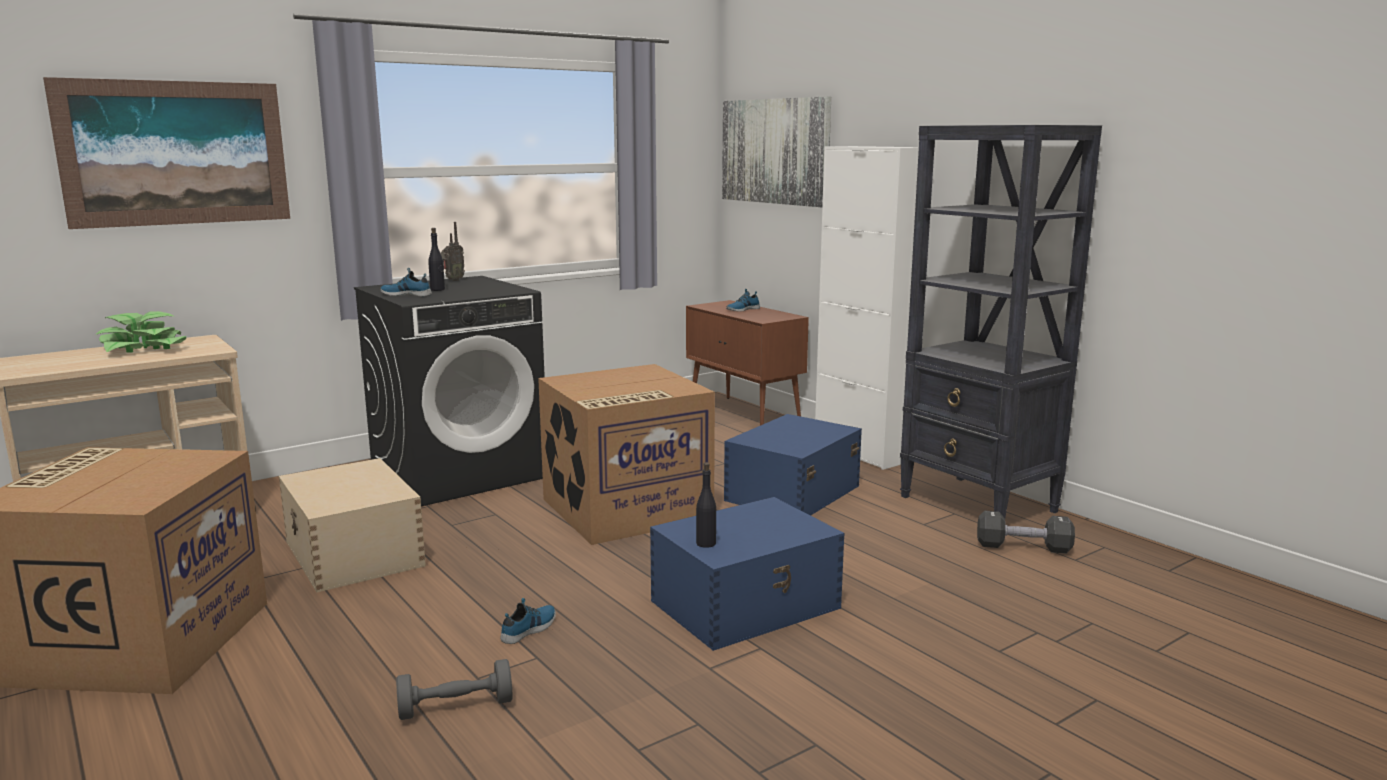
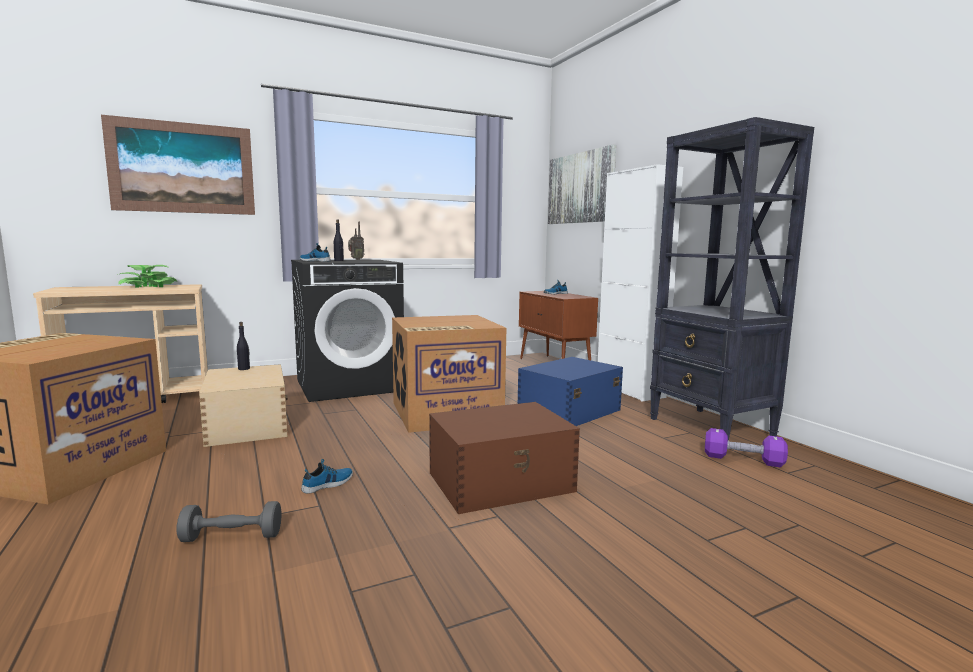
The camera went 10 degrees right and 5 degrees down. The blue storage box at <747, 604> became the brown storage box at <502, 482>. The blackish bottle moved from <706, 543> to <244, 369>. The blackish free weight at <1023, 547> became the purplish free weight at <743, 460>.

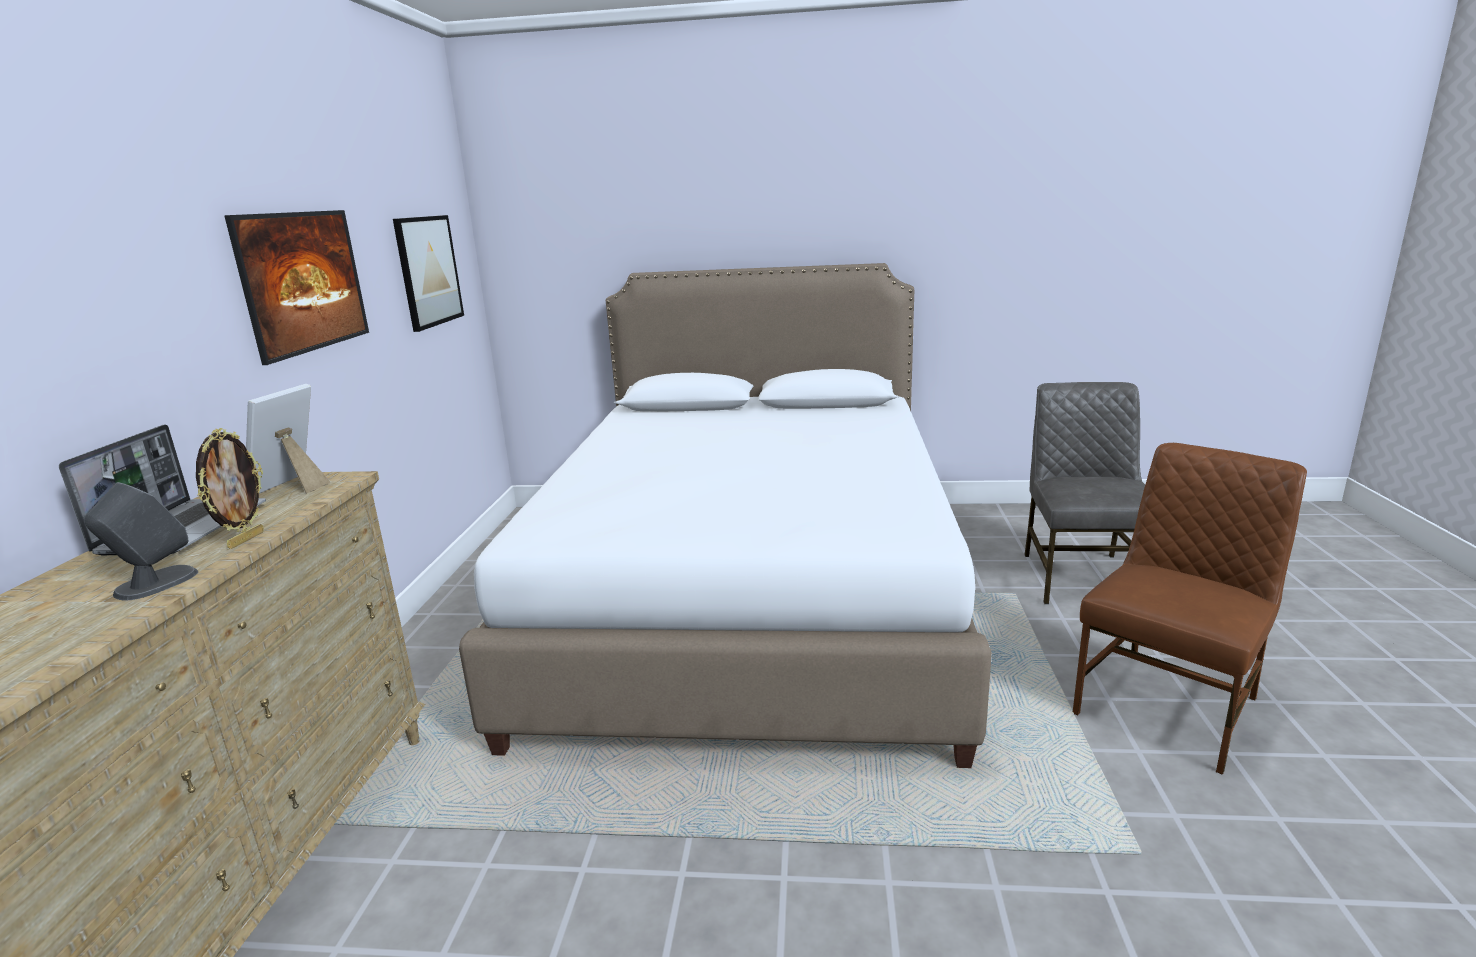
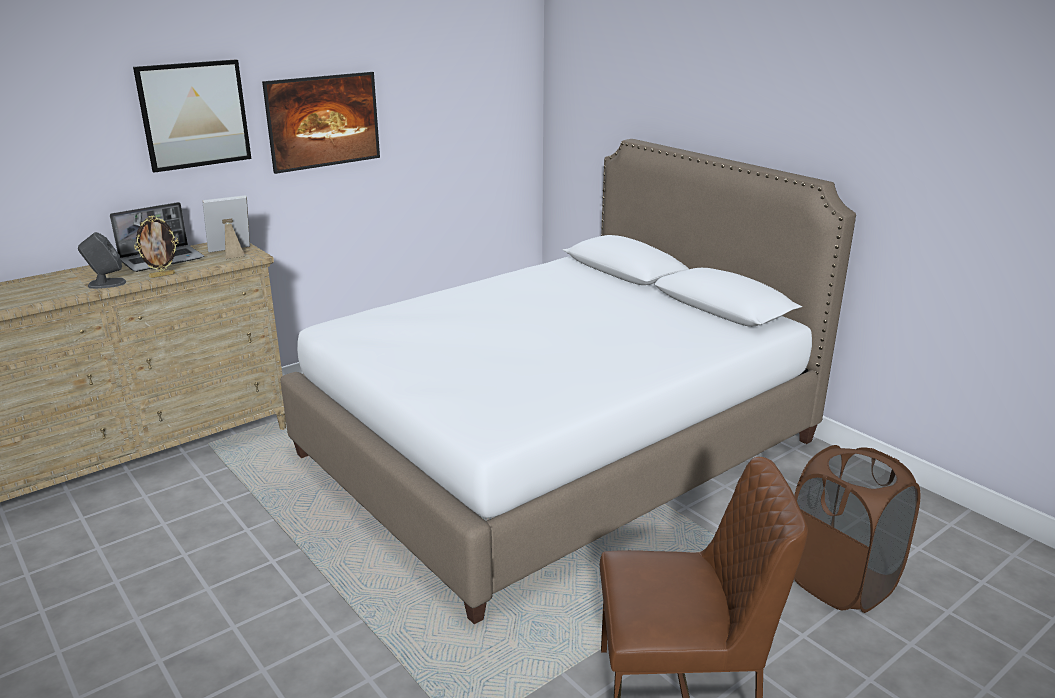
The camera went 45 degrees right and 5 degrees up. The wall picture moved from <428, 271> to <194, 115>. The greyish plain chair at <1083, 577> was replaced by the brown washing basket at <840, 582>.

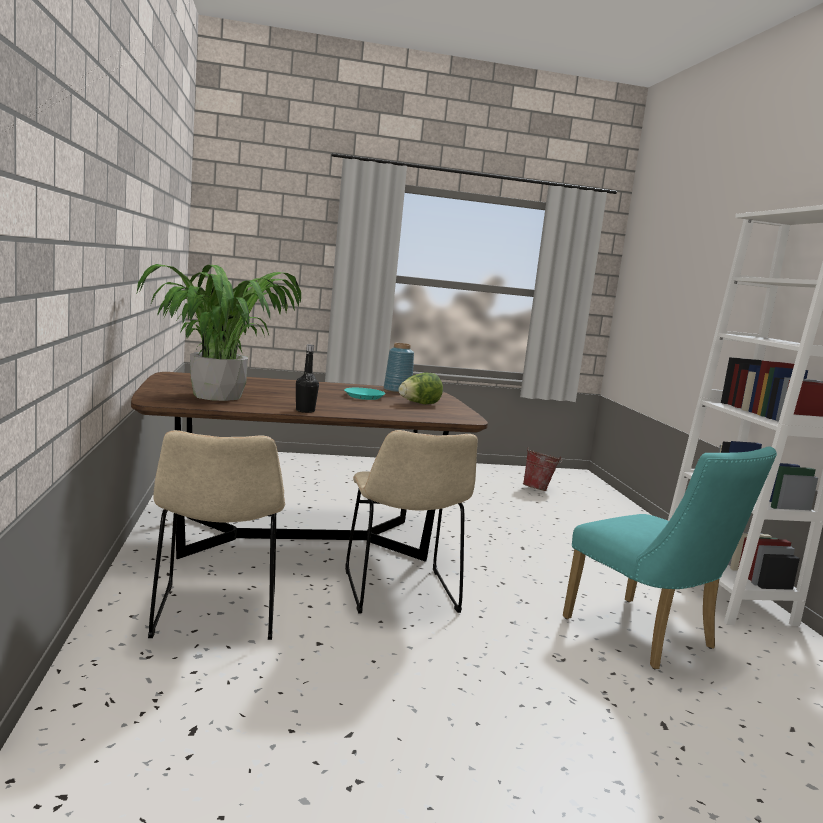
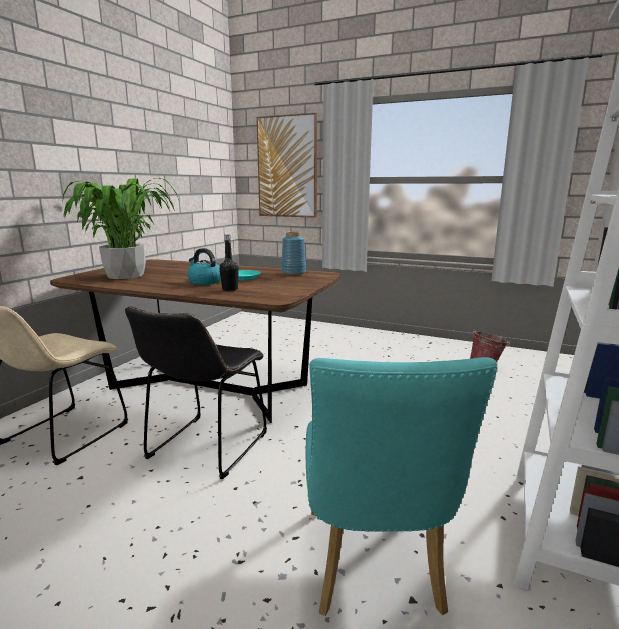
The camera went 35 degrees right and 5 degrees up. The blackish bottle moved from <305, 411> to <230, 289>. The beige plain chair at <401, 594> became the blackish plain chair at <205, 449>. The head of lettuce at <419, 404> disappeared. The kettle at <205, 281> appeared. The wall picture at <287, 167> appeared.

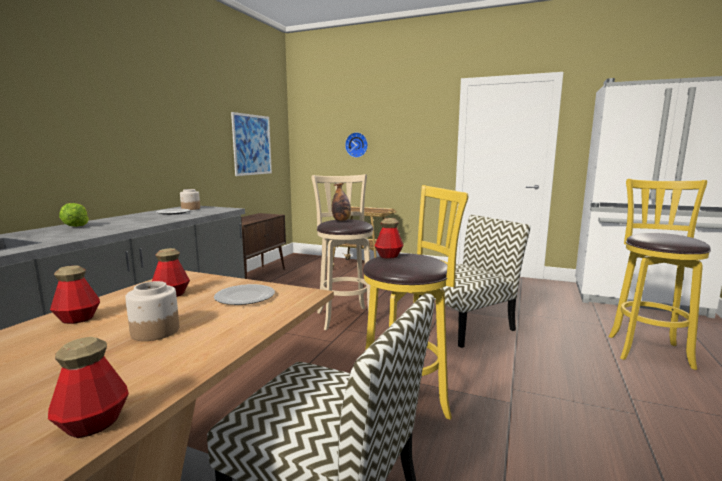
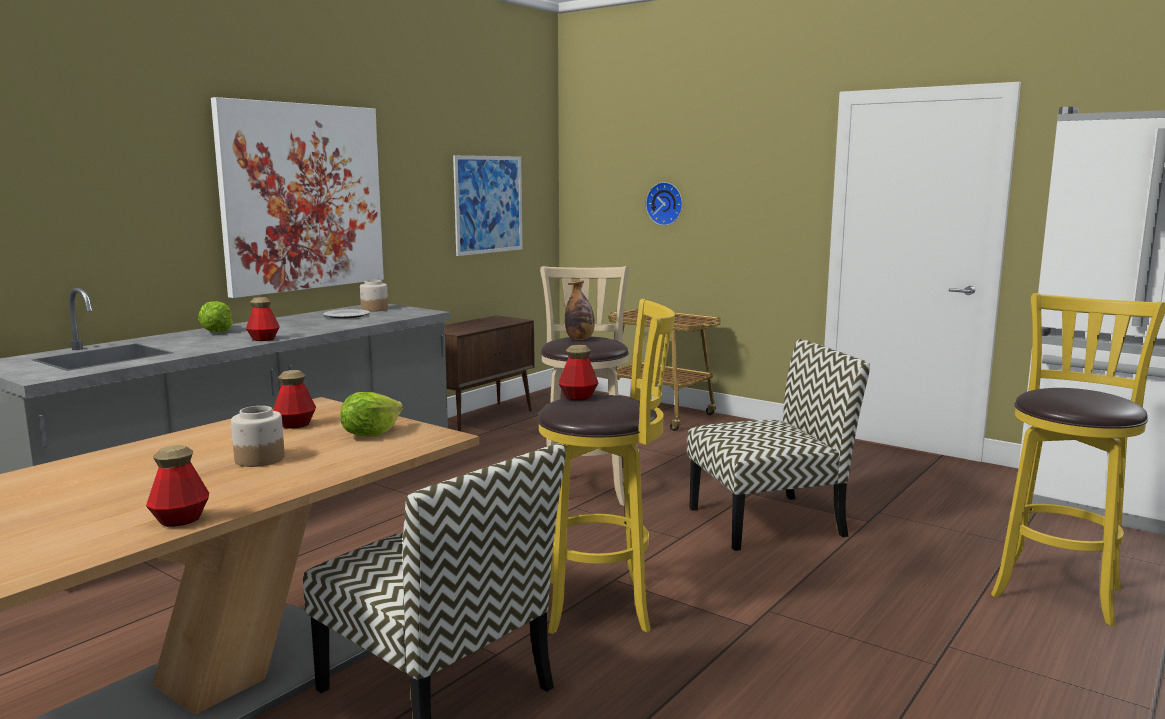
The camera went 15 degrees right and 0 degrees up. The bottle moved from <78, 319> to <263, 339>. The flat dish at <244, 297> was replaced by the head of lettuce at <370, 434>. The wall picture at <303, 197> appeared.

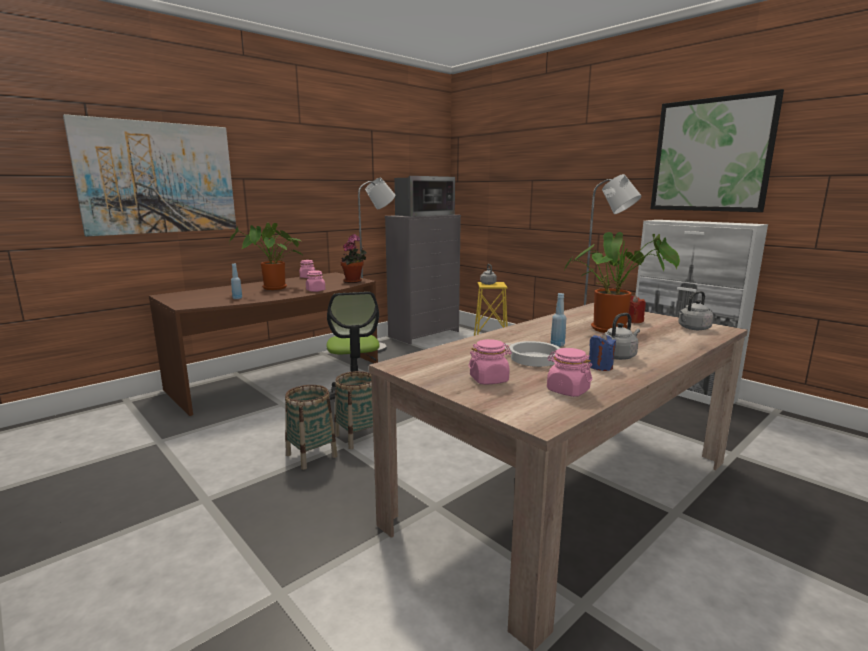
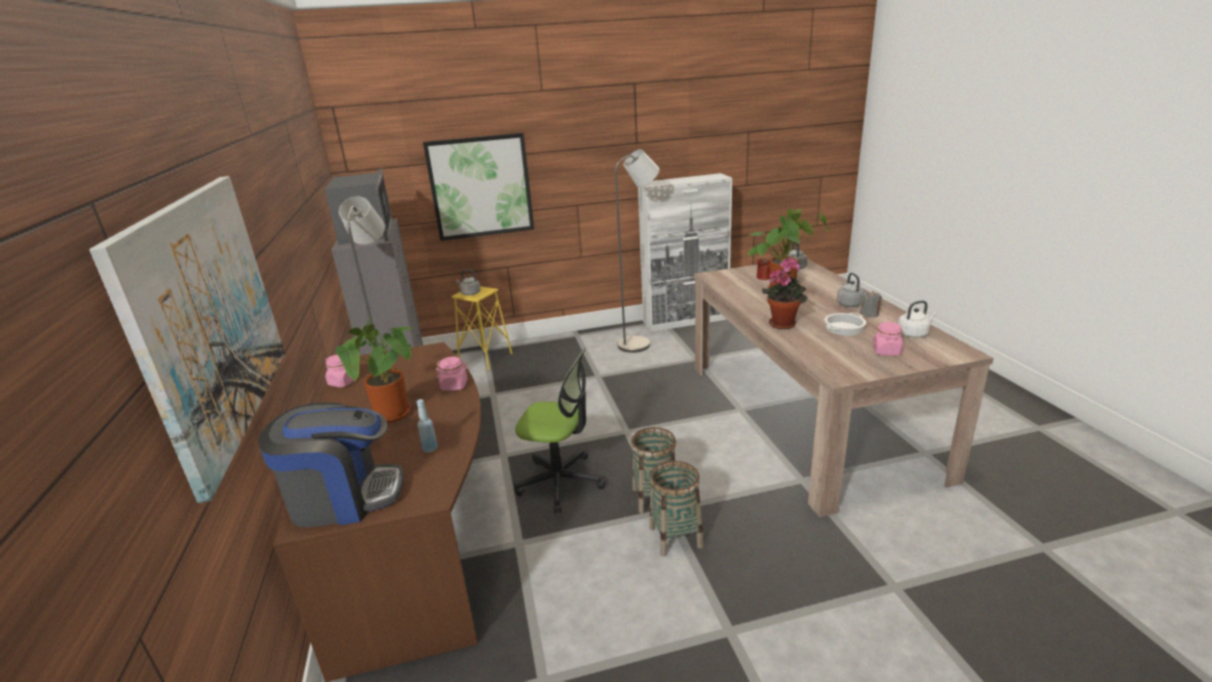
The camera went 60 degrees left and 10 degrees up. The houseplant moved from <354, 281> to <783, 323>. The pinkish jar at <567, 390> was replaced by the white kettle at <913, 334>. The blue bottle at <557, 345> disappeared. The blue candle at <600, 367> became the greyish candle at <869, 314>. The wall picture moved from <711, 155> to <481, 187>. The coffee maker at <344, 497> appeared.

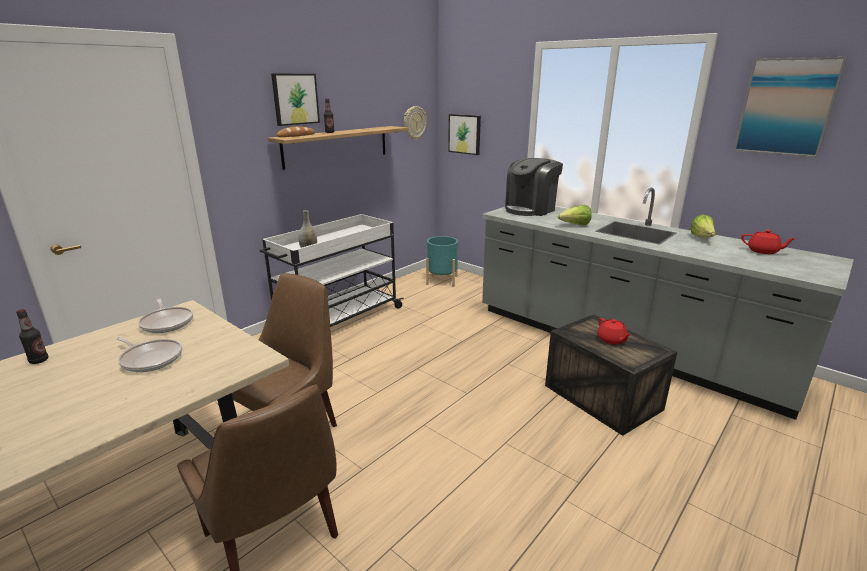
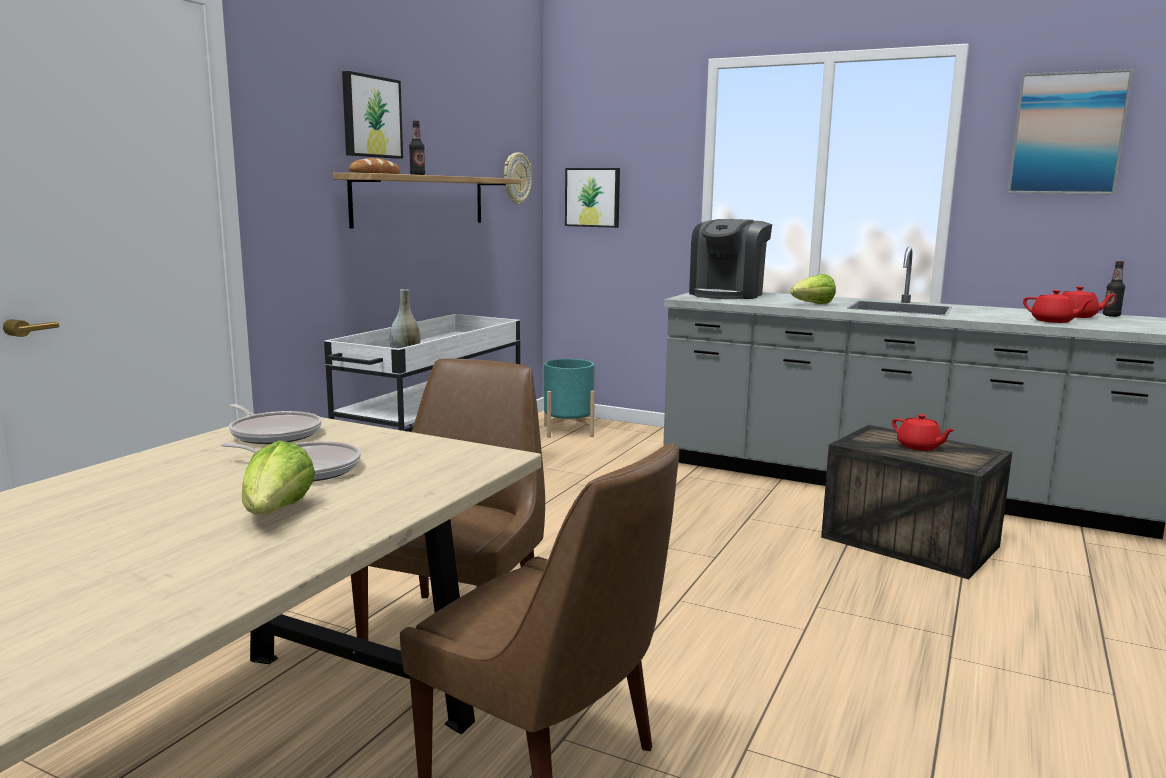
The camera went 15 degrees left and 10 degrees down. The bottle moved from <39, 360> to <1111, 315>. The head of lettuce moved from <702, 238> to <277, 514>. The red-coloured tea pot at <1053, 321> appeared.

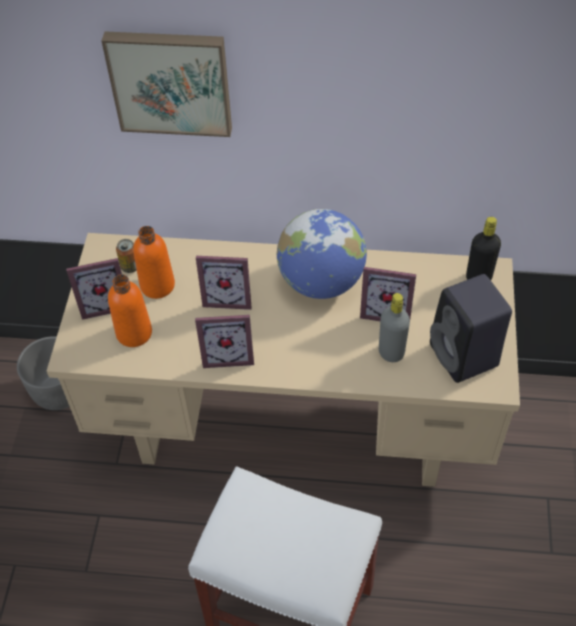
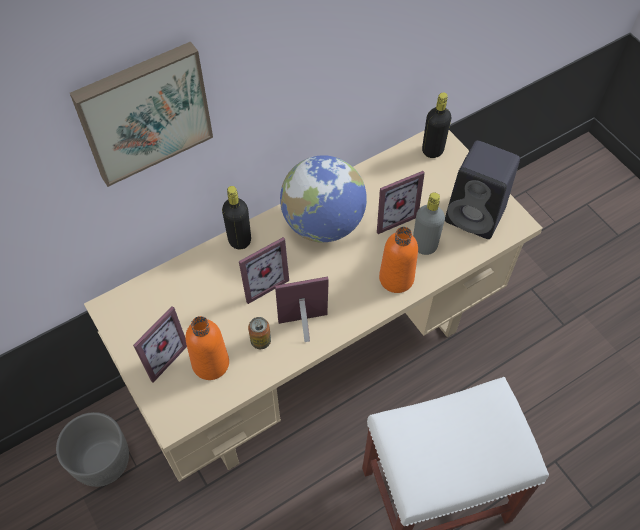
The camera went 40 degrees left and 5 degrees up. The sealed can moved from <130, 266> to <260, 341>. The orangey bottle moved from <157, 285> to <396, 278>. The picture frame at <228, 354> turned 150 degrees counterclockwise. The blackish bottle at <239, 240> appeared.

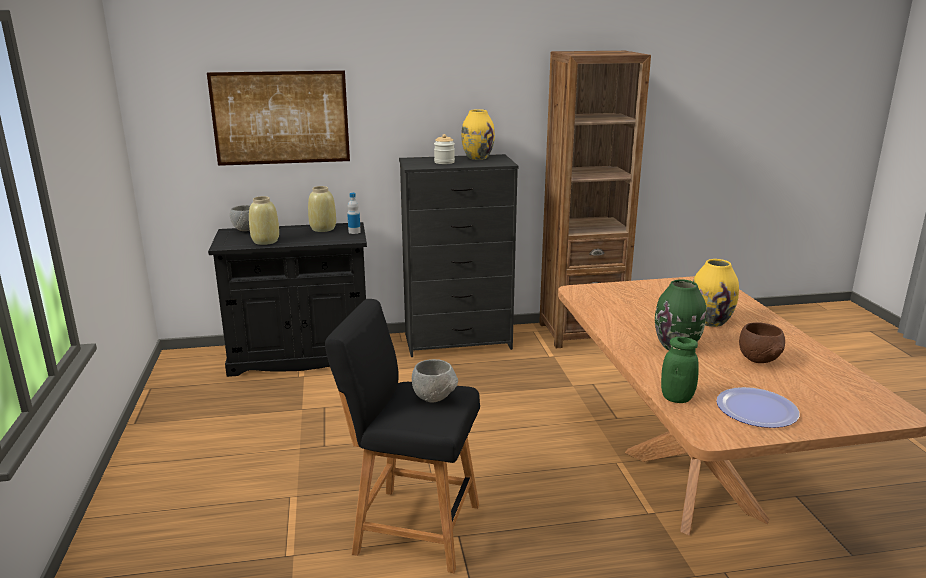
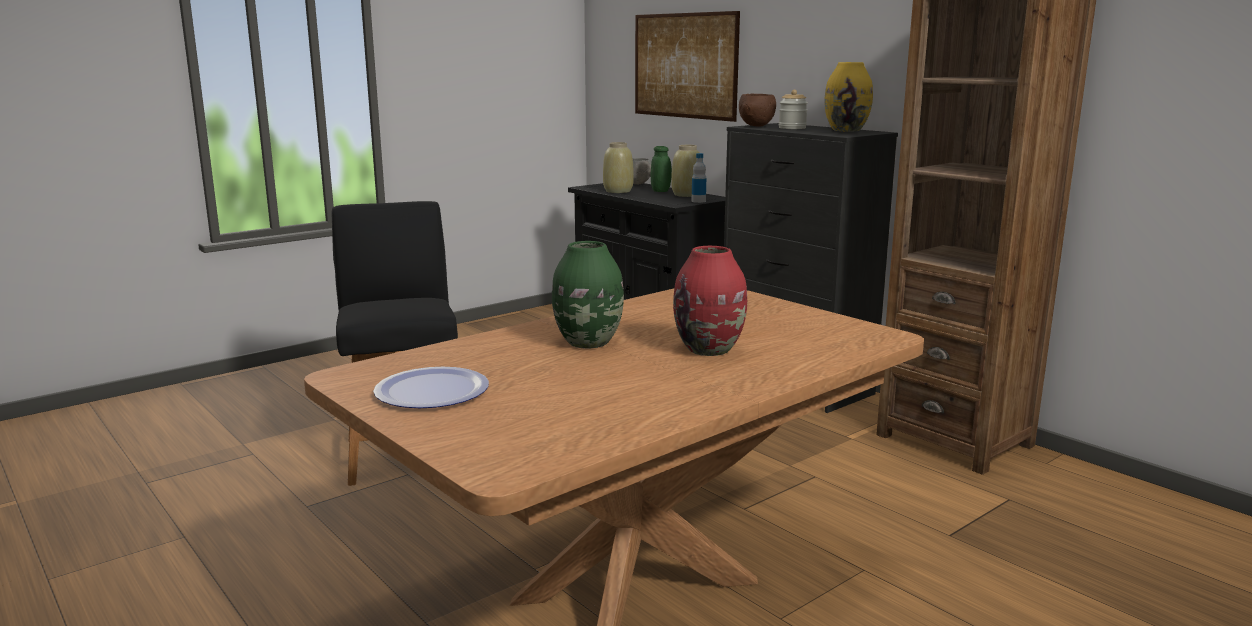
The camera went 60 degrees right and 5 degrees down. The greyish deep dish at <434, 399> disappeared. The greenish jar moved from <676, 398> to <660, 191>. The yellow-coloured decorative vase at <710, 321> became the red-coloured decorative vase at <709, 349>. The brown deep dish moved from <759, 361> to <755, 126>.

